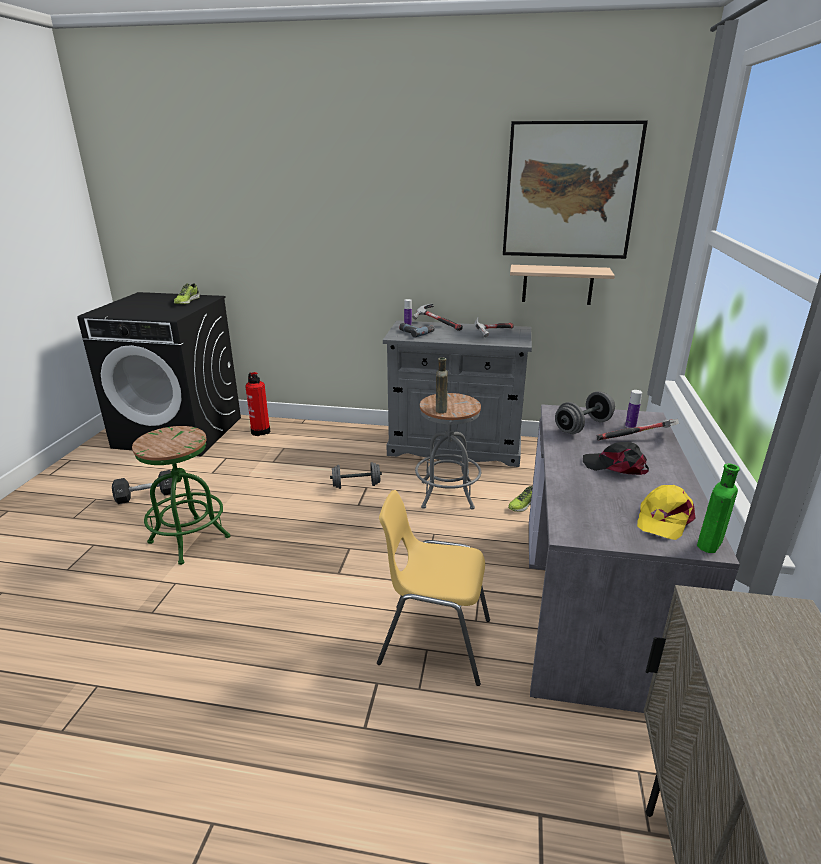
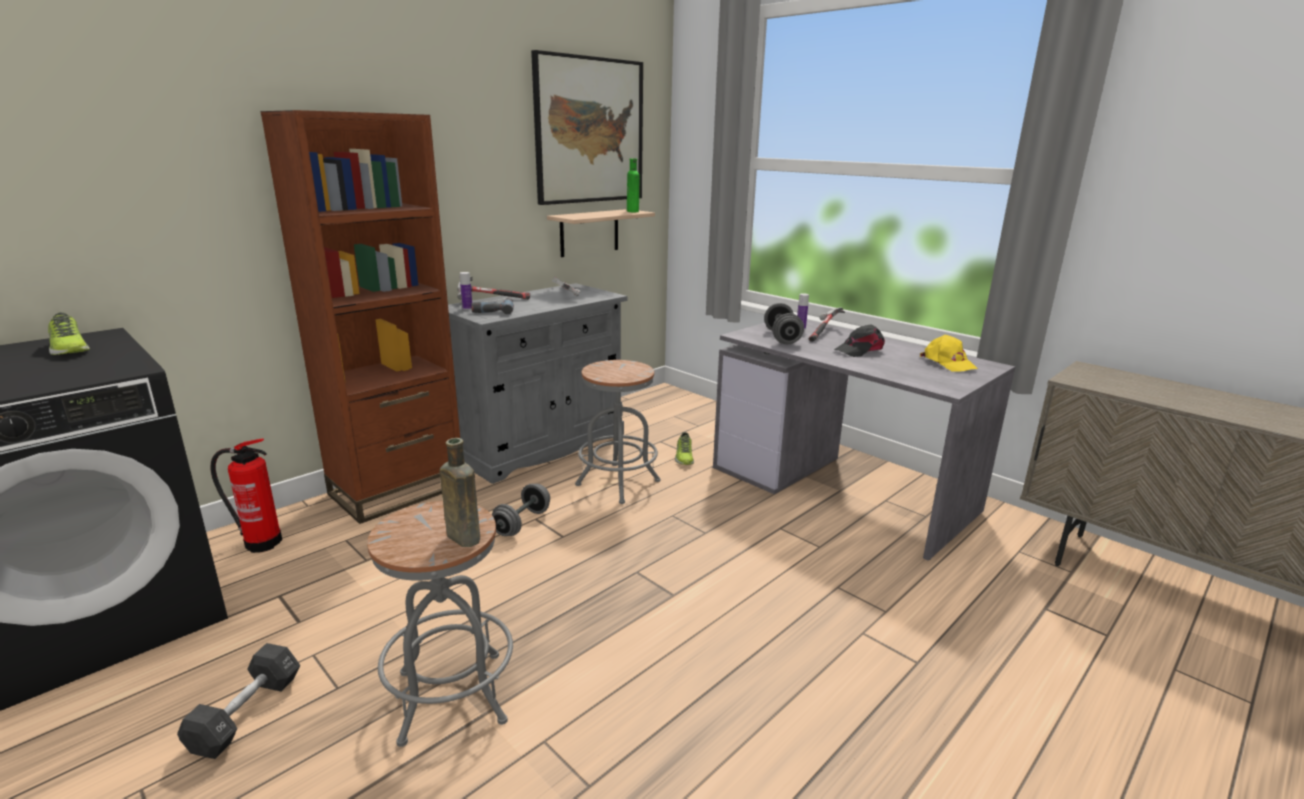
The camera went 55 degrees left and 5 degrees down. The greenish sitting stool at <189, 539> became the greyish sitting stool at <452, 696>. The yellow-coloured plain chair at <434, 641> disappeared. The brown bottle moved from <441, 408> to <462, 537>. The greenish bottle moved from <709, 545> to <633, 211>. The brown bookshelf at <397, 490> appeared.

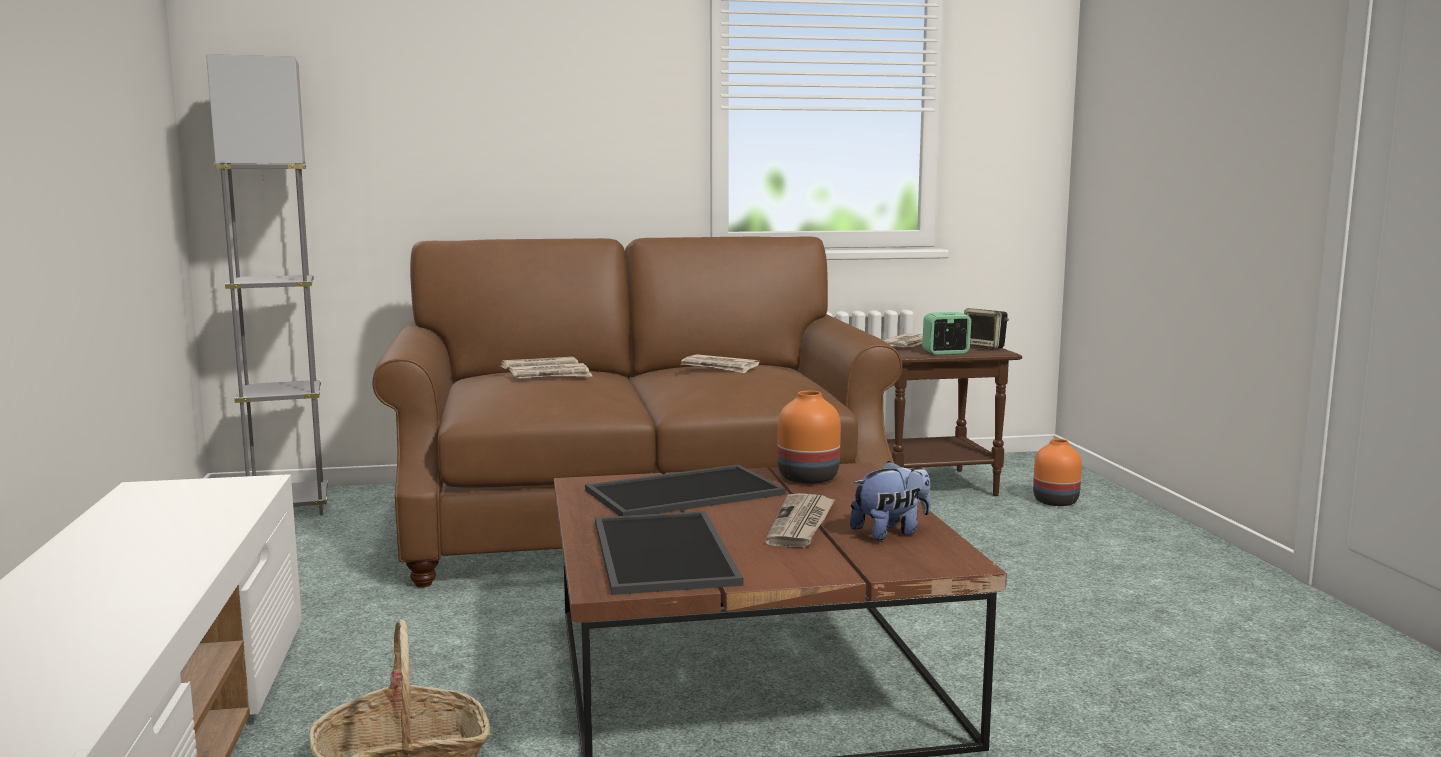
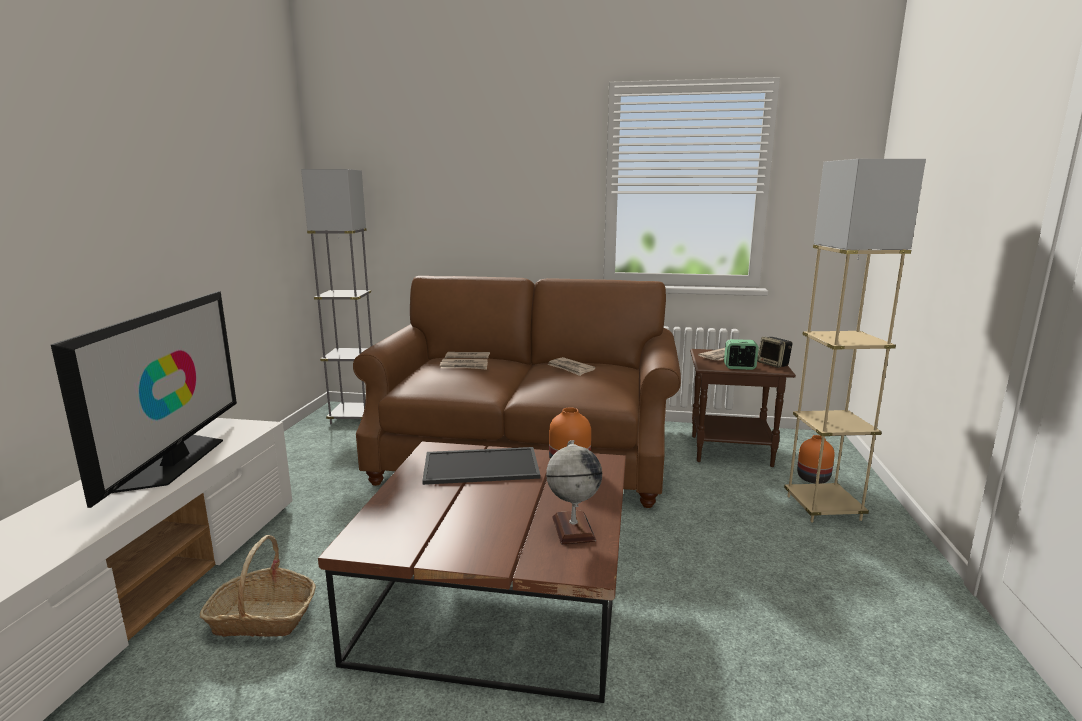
The camera went 20 degrees right and 5 degrees up. The tray at <659, 552> disappeared. The daily paper at <801, 524> disappeared. The soft toy at <891, 532> was replaced by the globe at <573, 528>. The TV set at <175, 461> appeared. The beige standard lamp at <823, 508> appeared.

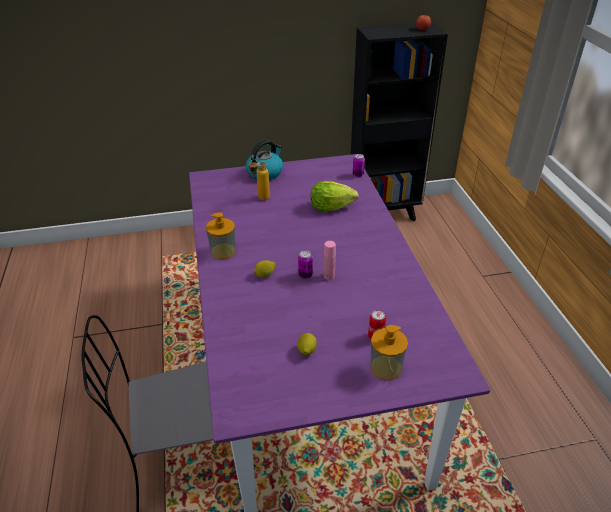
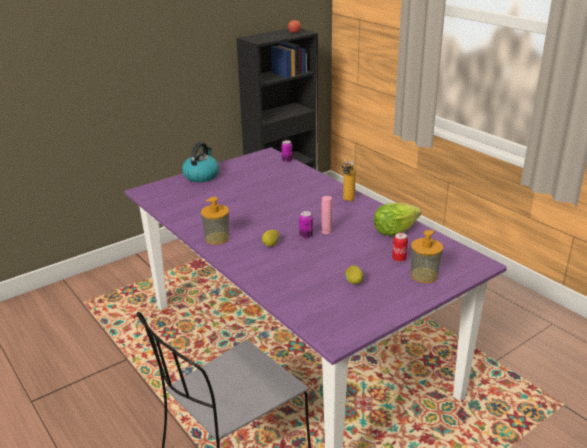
The camera went 25 degrees left and 10 degrees down. The bottle moved from <260, 199> to <347, 201>. The head of lettuce moved from <330, 207> to <394, 231>.

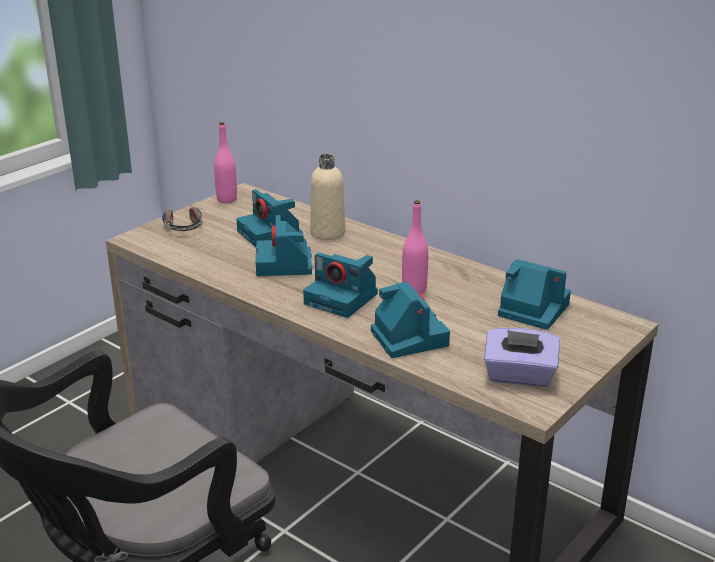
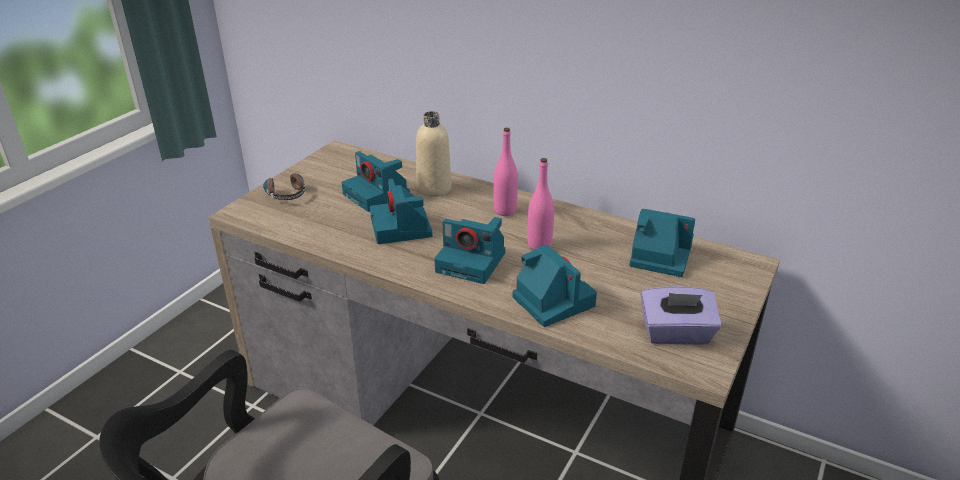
The camera went 10 degrees left and 5 degrees up. The pinkish bottle moved from <227, 199> to <505, 211>.

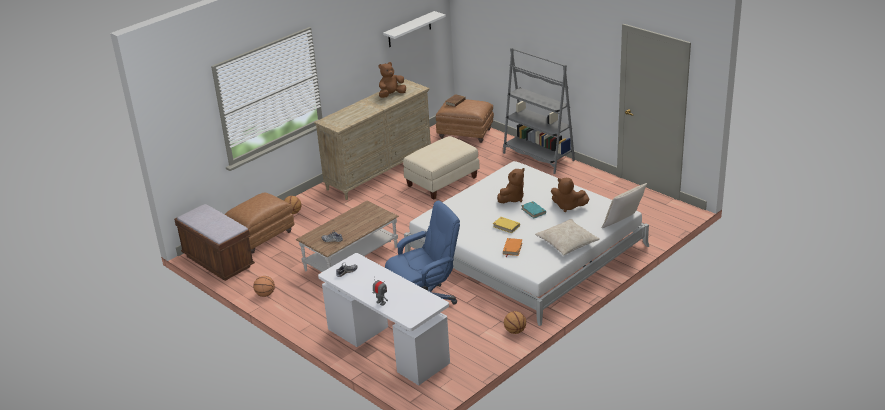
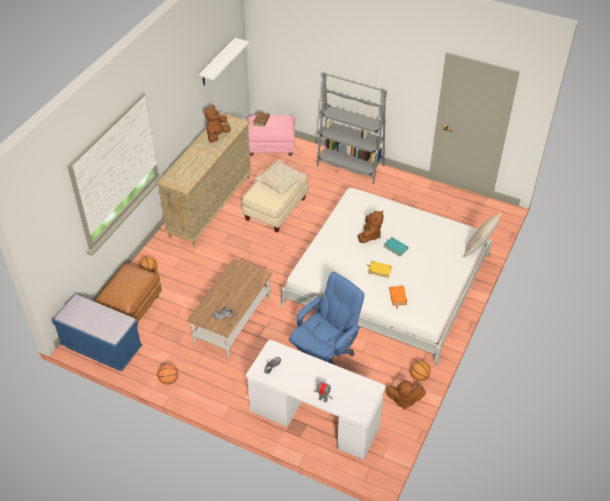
The camera went 20 degrees left and 15 degrees up. The brown long seat at <218, 261> became the blue long seat at <101, 347>. The brown footrest at <466, 134> became the pinkish footrest at <272, 147>. The beige throw pillow moved from <567, 242> to <280, 181>. The brown soft toy moved from <568, 206> to <404, 400>.

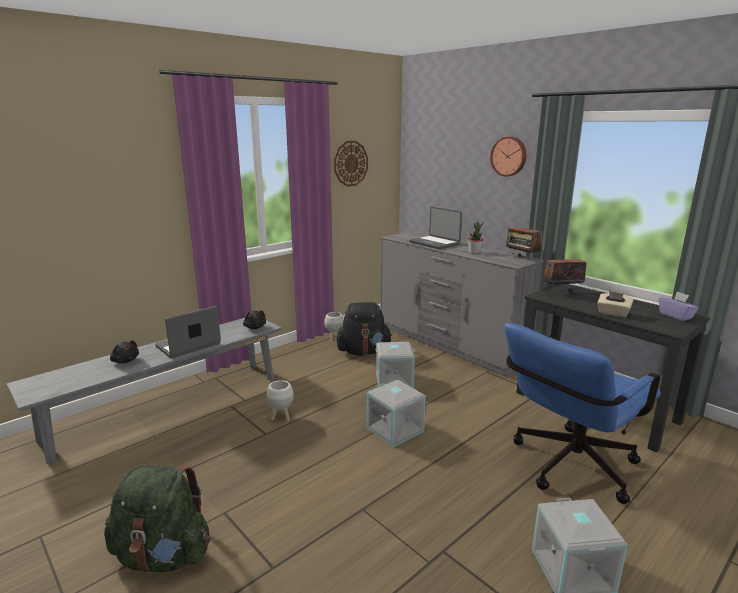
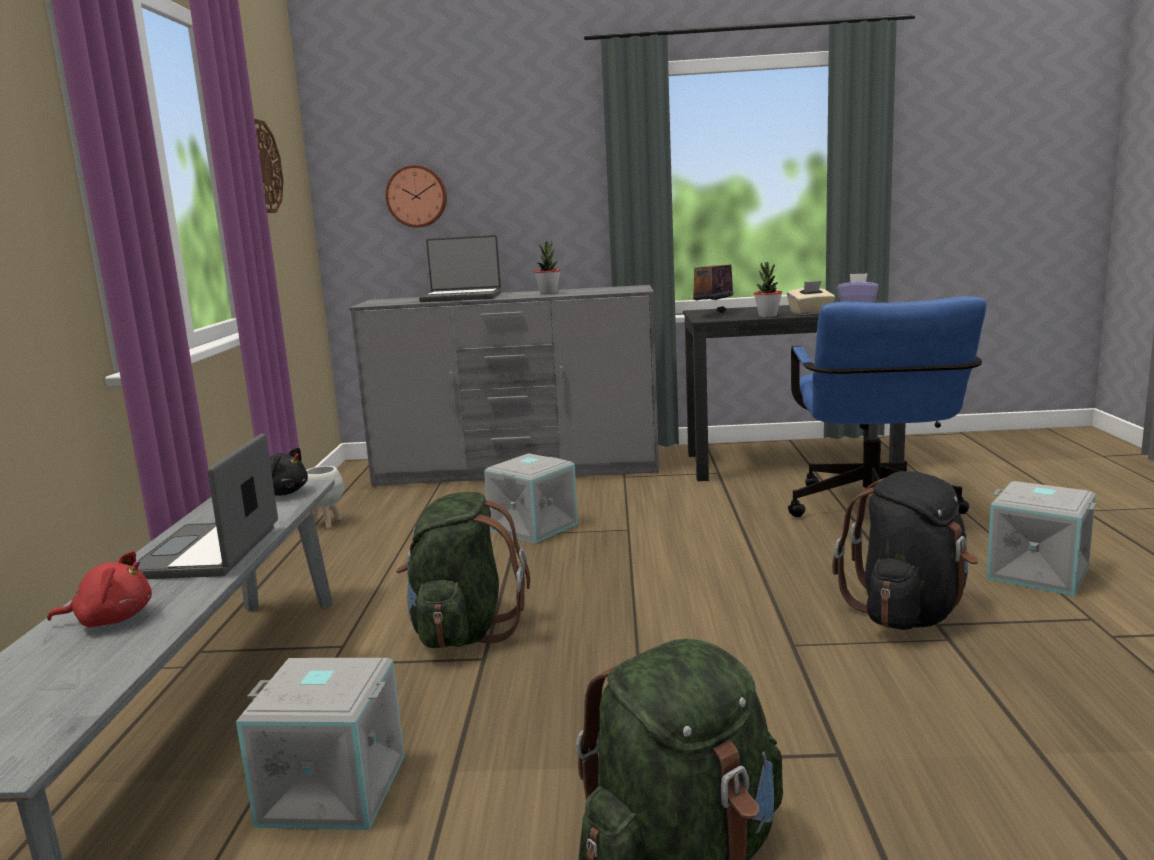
The camera went 45 degrees left and 5 degrees down. The blackish soft toy at <125, 361> became the red-coloured soft toy at <111, 619>. The white plant pot at <281, 417> was replaced by the greenish rucksack at <463, 631>. The blackish rucksack moved from <364, 352> to <908, 613>. The greyish storage box moved from <396, 429> to <335, 788>. The hanging clock moved from <509, 156> to <417, 196>. The radio set at <521, 258> disappeared. The houseplant at <767, 316> appeared.

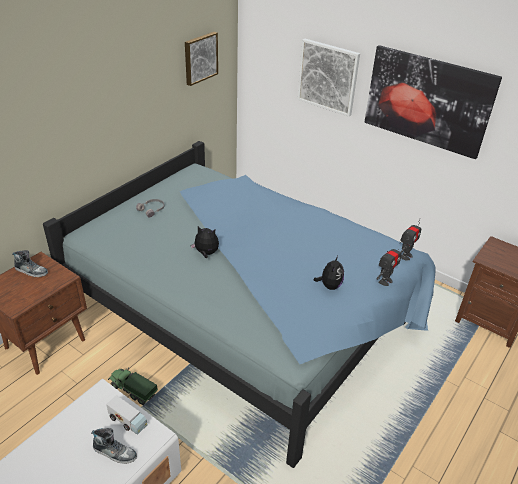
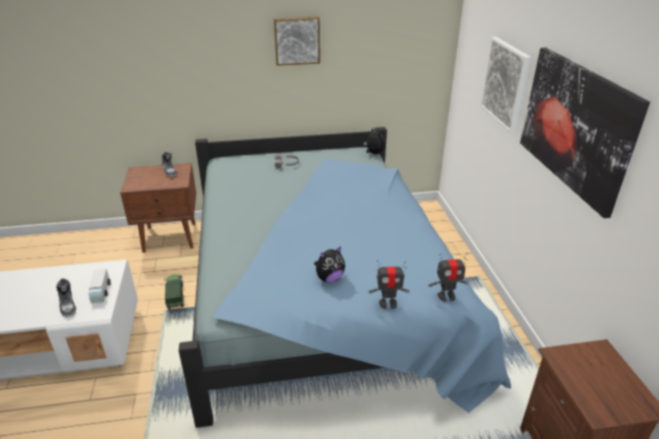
The camera went 45 degrees right and 5 degrees down. The wall picture moved from <200, 58> to <297, 40>. The soft toy moved from <206, 253> to <373, 153>.

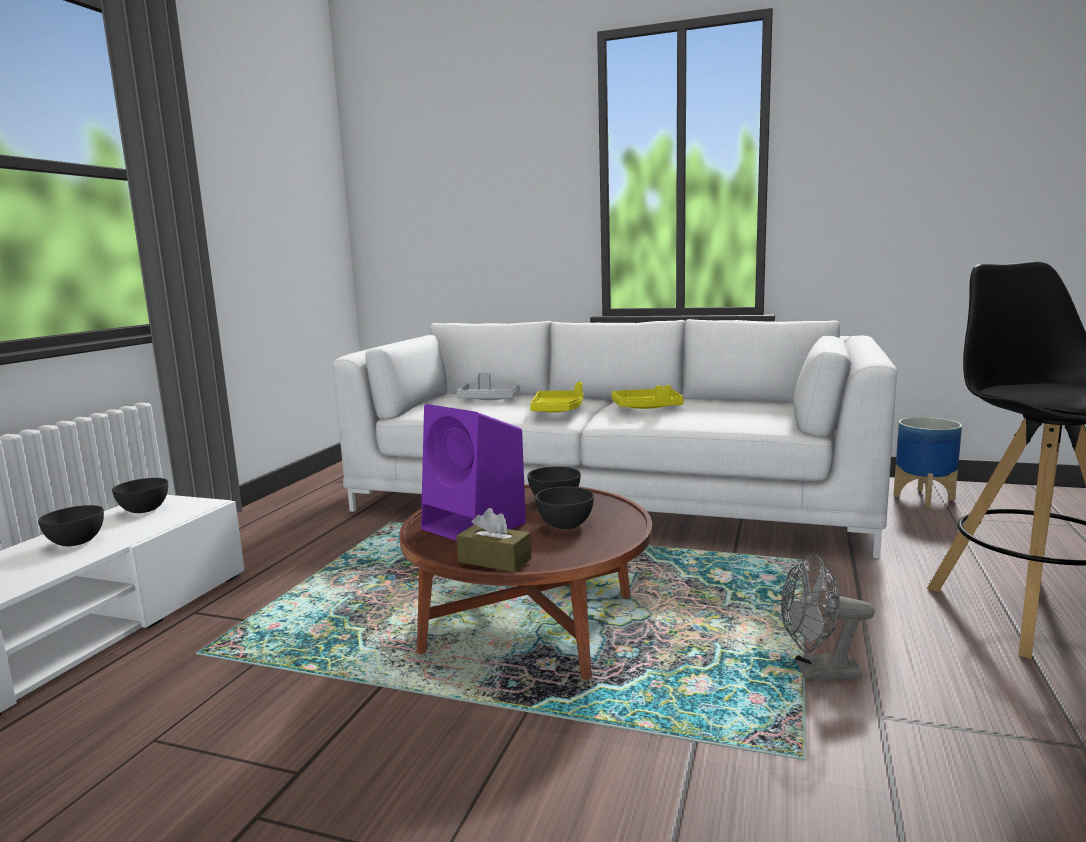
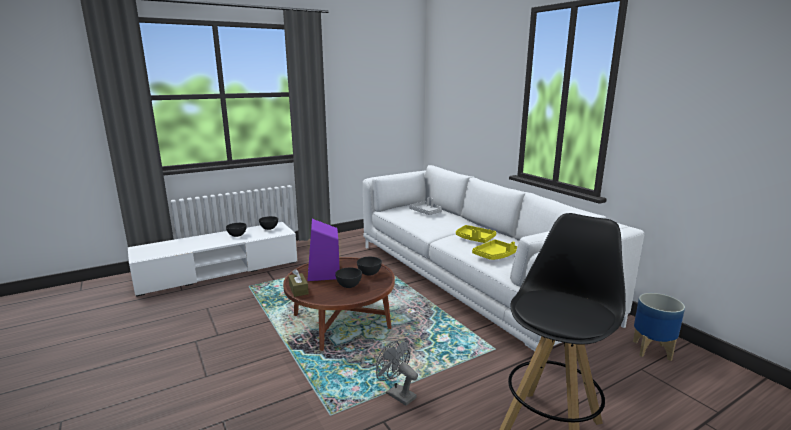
The camera went 40 degrees right and 5 degrees up. The yellow-coloured tray moved from <558, 410> to <495, 255>.

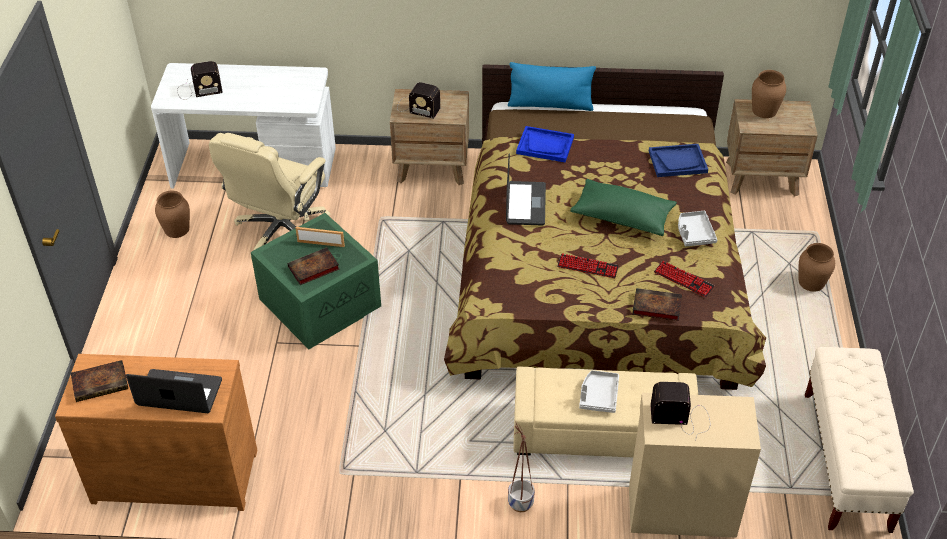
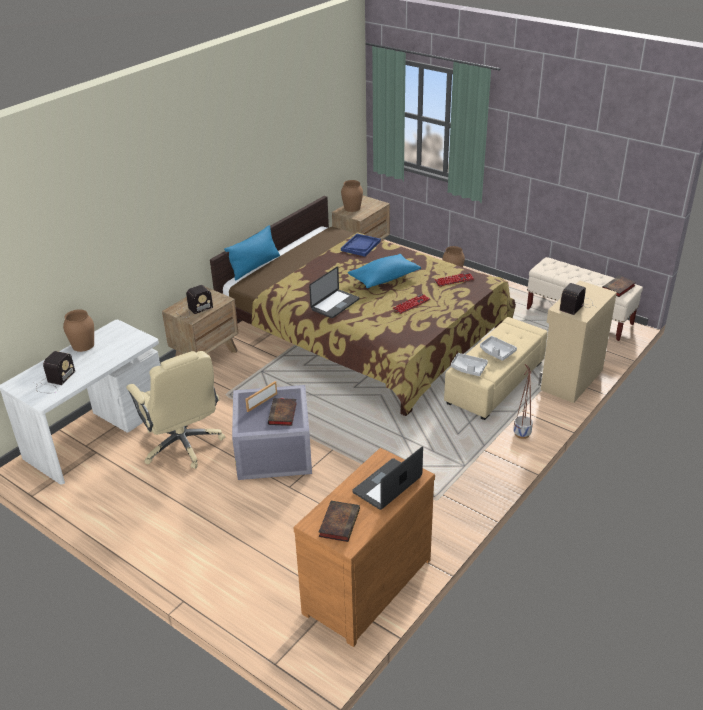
The camera went 55 degrees left and 10 degrees down. The brown decorative vase moved from <176, 229> to <83, 345>. The greenish storage box at <320, 301> became the greyish storage box at <272, 451>. The laptop at <525, 204> turned 90 degrees clockwise. The blue tray at <545, 145> disappeared. The greenish throw pillow at <622, 217> became the blue throw pillow at <384, 279>. The volume moved from <655, 307> to <618, 288>. The greyish tray moved from <694, 233> to <468, 368>.

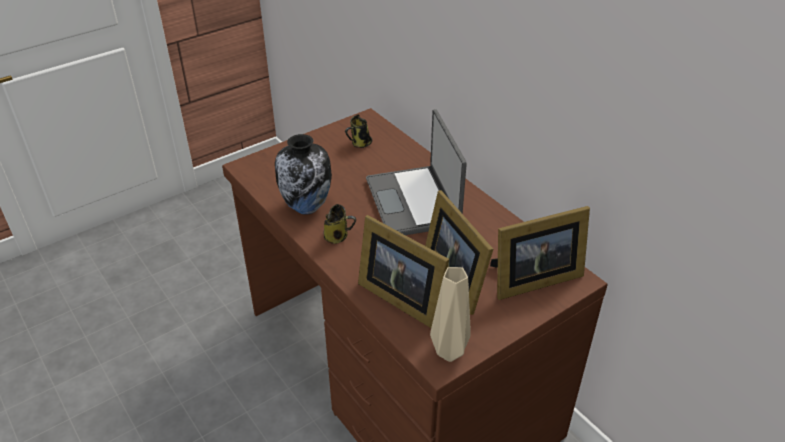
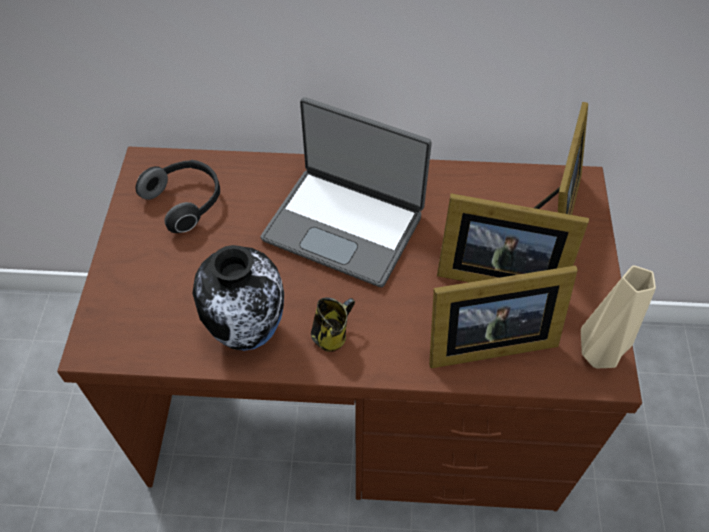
The camera went 50 degrees left and 15 degrees up. The mug at <360, 144> was replaced by the headphones at <186, 202>.

